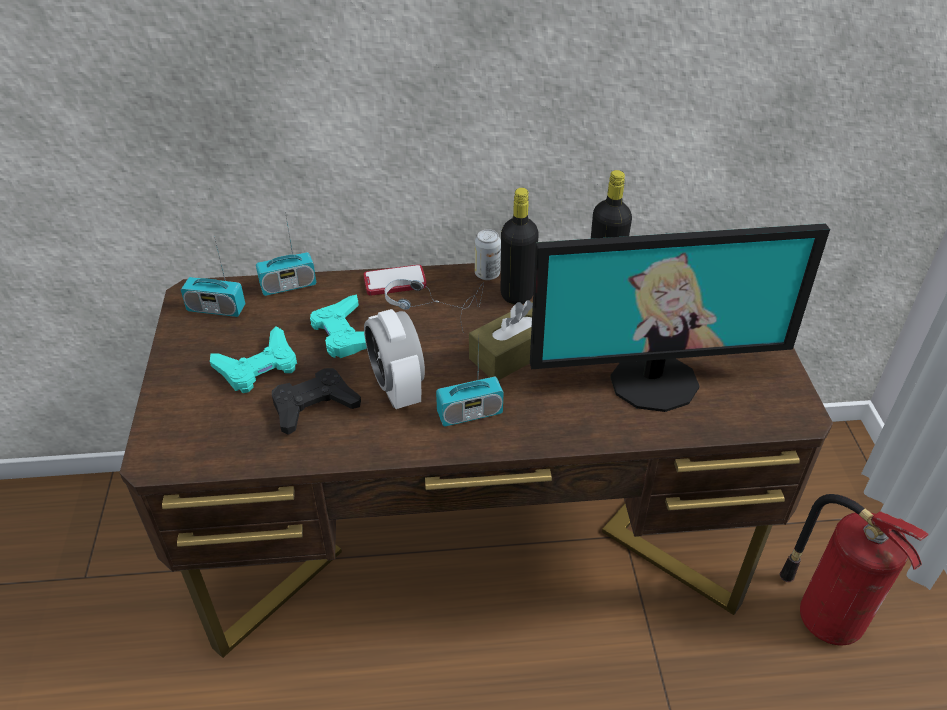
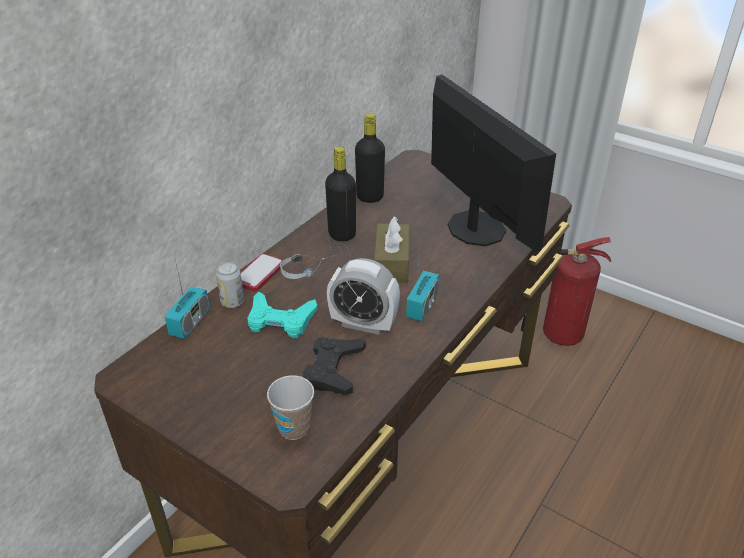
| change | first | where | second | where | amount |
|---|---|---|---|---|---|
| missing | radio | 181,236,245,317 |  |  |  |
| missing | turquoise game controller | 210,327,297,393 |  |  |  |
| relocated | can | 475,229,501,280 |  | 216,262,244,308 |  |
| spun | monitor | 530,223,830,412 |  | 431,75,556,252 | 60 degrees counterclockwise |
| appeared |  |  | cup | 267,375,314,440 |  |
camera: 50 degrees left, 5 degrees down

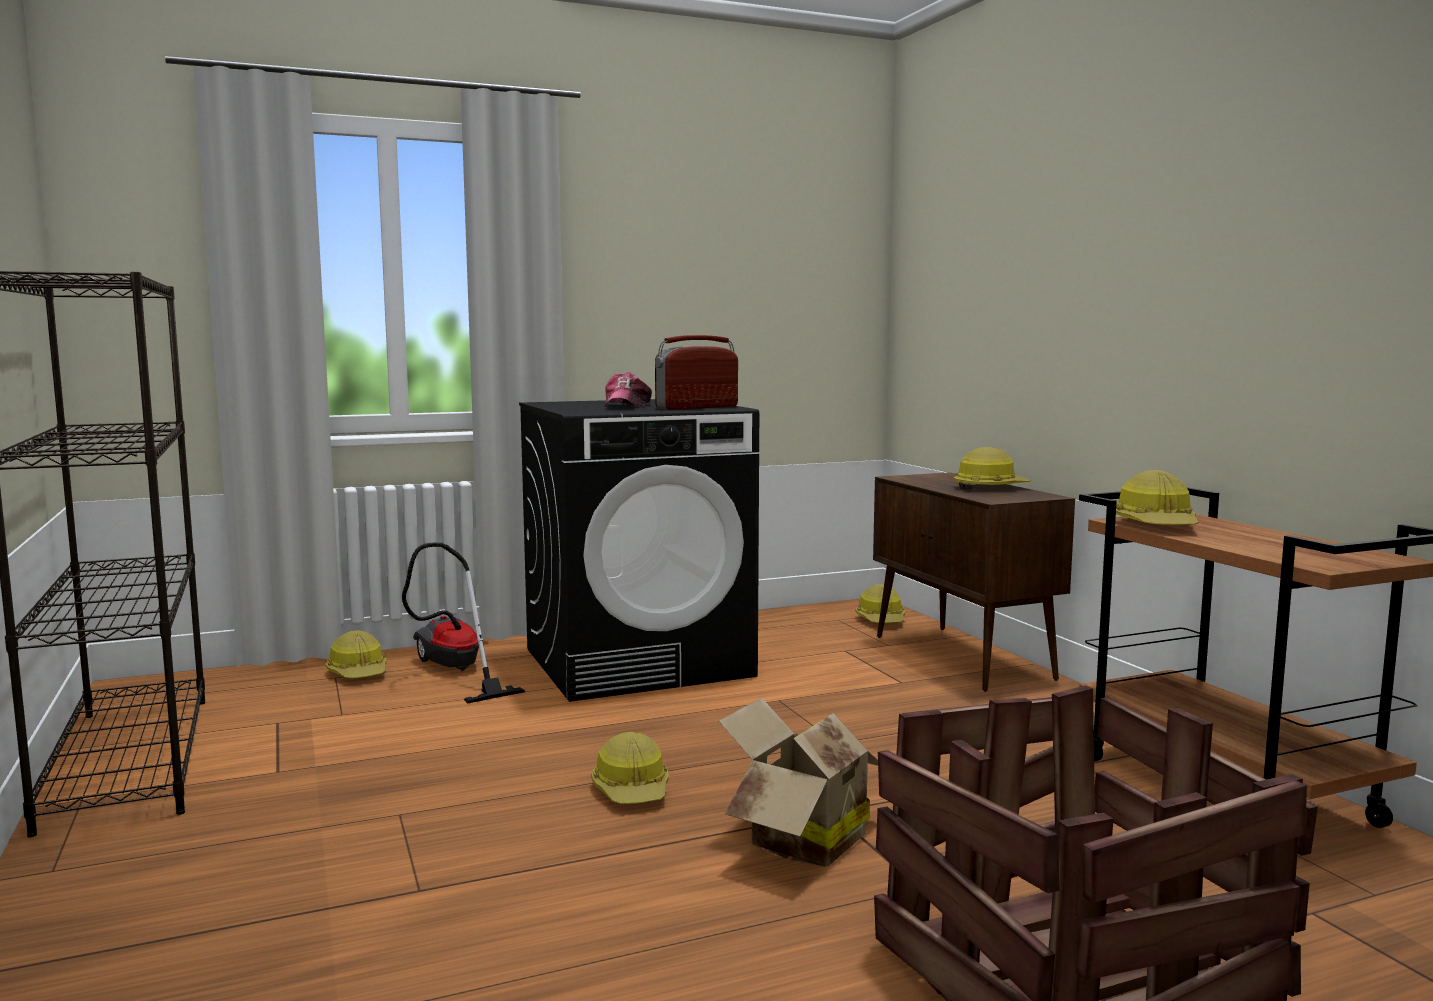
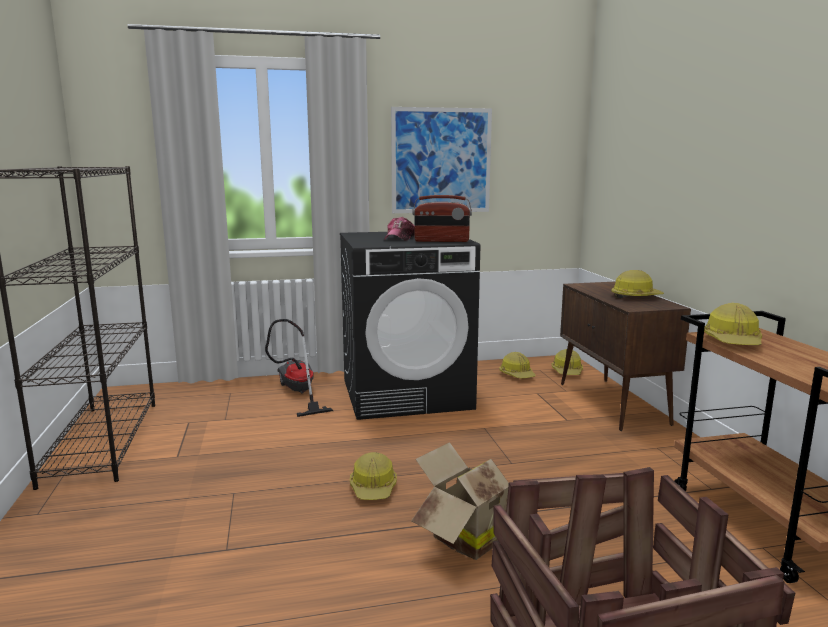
| change | first | where | second | where | amount |
|---|---|---|---|---|---|
| relocated | hard hat | 325,630,387,678 |  | 499,352,536,378 |  |
| spun | radio | 655,335,738,410 |  | 413,195,472,242 | 150 degrees counterclockwise |
| appeared |  |  | picture | 391,107,492,213 |  |
camera: 10 degrees right, 5 degrees up

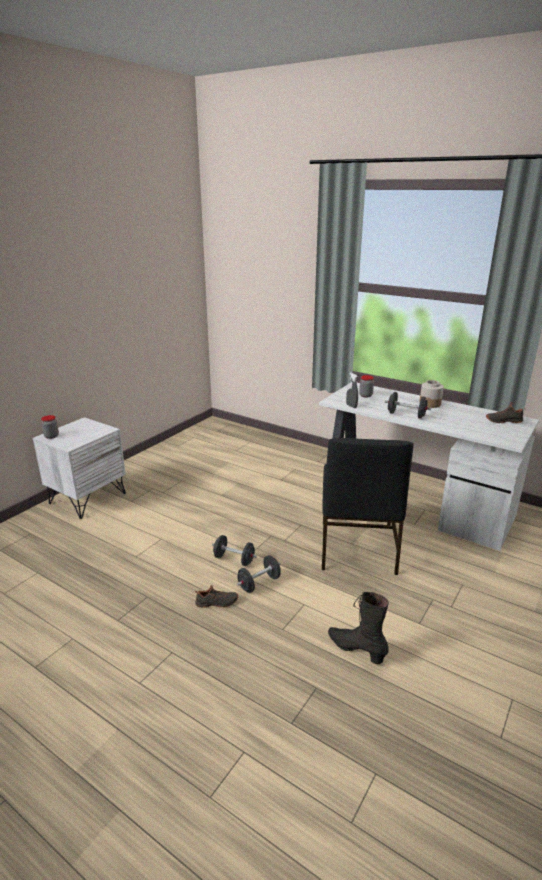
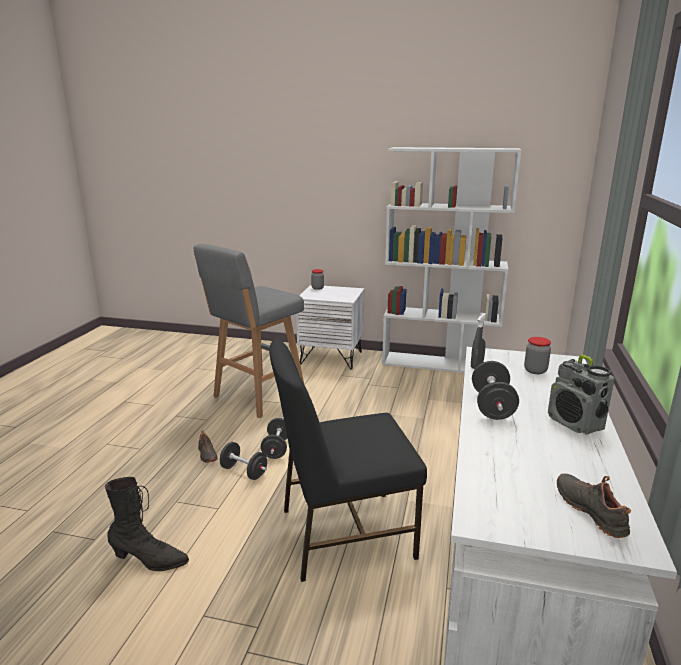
| change | first | where | second | where | amount |
|---|---|---|---|---|---|
| spun | black boot | 328,592,389,665 |  | 105,477,189,571 | 75 degrees clockwise |
| exchanged | jar | 419,380,444,408 | radio | 548,355,614,435 |  |
| appeared |  |  | grey stool | 194,244,304,418 |  |
| appeared |  |  | white bookcase | 382,147,521,373 |  |
camera: 70 degrees right, 5 degrees down

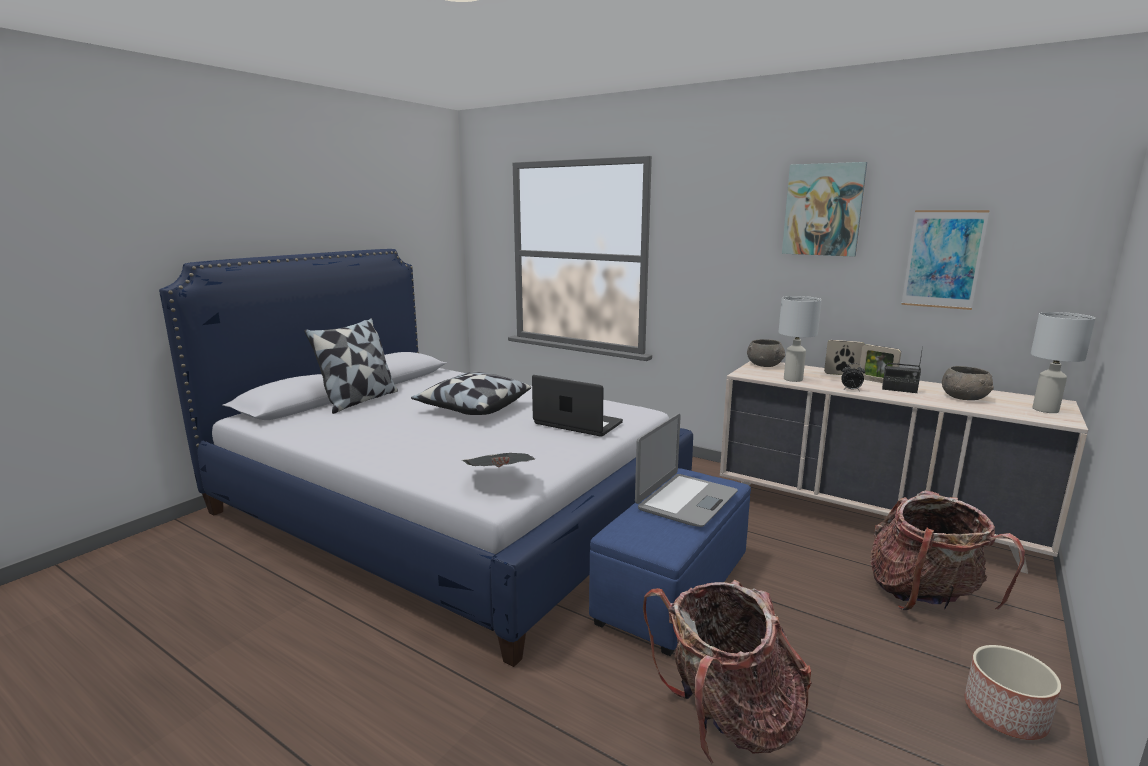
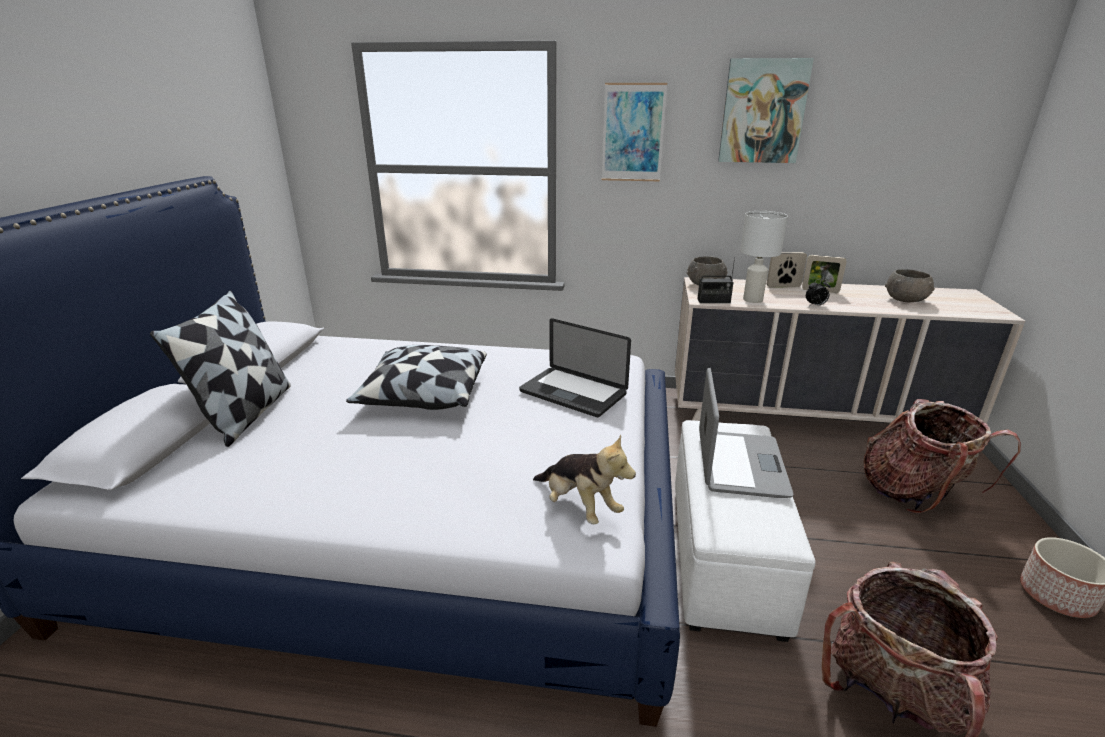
| change | first | where | second | where | amount |
|---|---|---|---|---|---|
| exchanged | newspaper | 463,453,535,467 | plush toy | 533,435,636,524 |  |
| spun | laptop | 532,375,623,437 |  | 519,318,631,417 | 150 degrees counterclockwise |
| colour | blue ottoman | 589,468,751,656 | white ottoman | 675,420,815,642 |  |
| relocated | radio | 882,346,923,393 |  | 697,257,735,303 |  |
| relocated | picture | 901,210,990,310 |  | 602,83,667,181 |  |
| missing | white table lamp | 1031,312,1095,413 |  |  |  |
camera: 25 degrees left, 10 degrees up

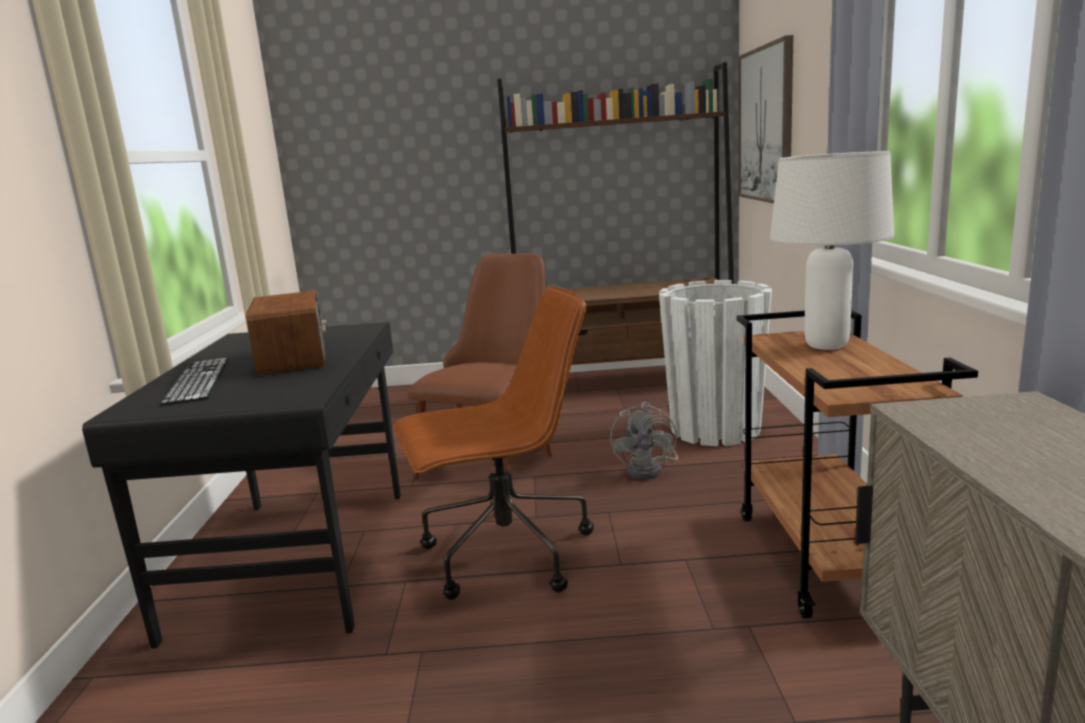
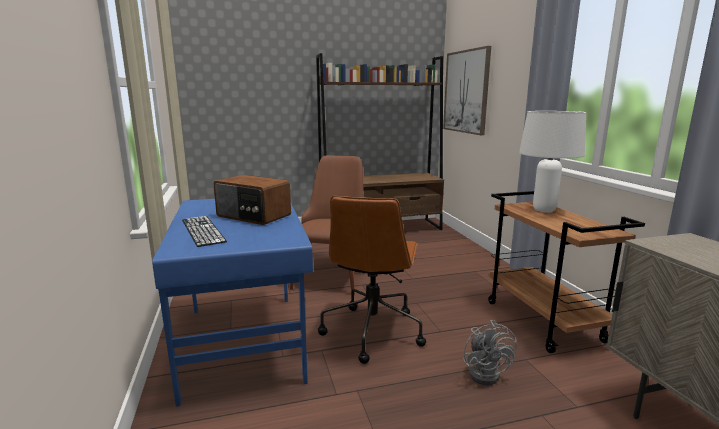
| change | first | where | second | where | amount |
|---|---|---|---|---|---|
| colour | black desk | 82,322,401,649 | blue desk | 152,199,313,407 |  |
| spun | radio | 246,291,327,375 |  | 214,175,291,225 | 150 degrees clockwise |
| spun | brown office chair | 393,286,594,600 |  | 318,196,426,364 | 135 degrees clockwise |
| relocated | grey fan | 610,402,678,479 |  | 463,320,517,385 |  |
| missing | white planter | 659,280,772,446 |  |  |  |
camera: 15 degrees left, 0 degrees up

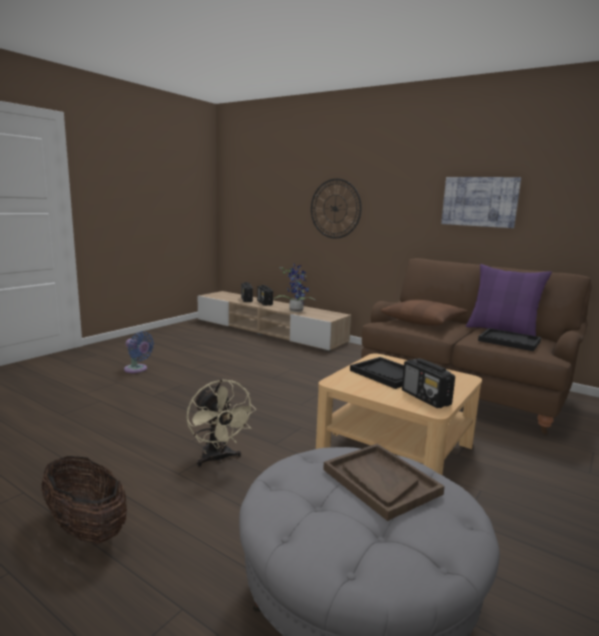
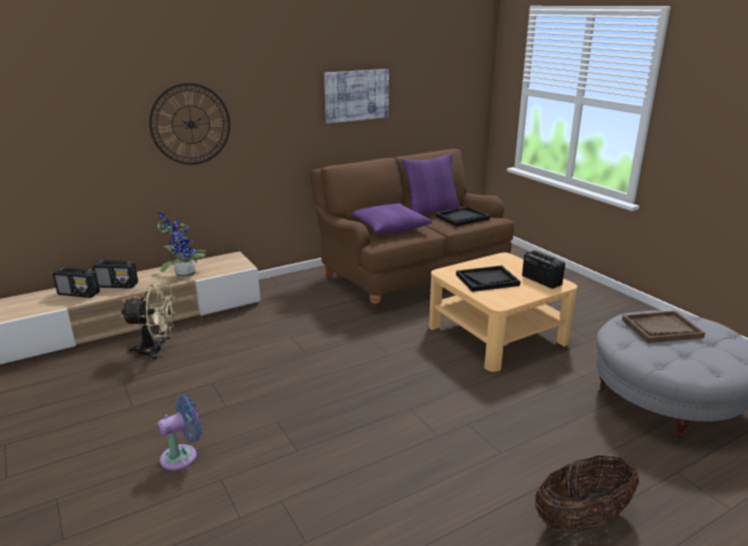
| change | first | where | second | where | amount |
|---|---|---|---|---|---|
| relocated | beige fan | 187,379,256,467 |  | 121,283,175,360 |  |
| colour | brown pillow | 381,299,468,326 | purple pillow | 352,203,432,234 |  |
| spun | radio | 402,358,455,408 |  | 522,250,565,289 | 120 degrees counterclockwise |
camera: 65 degrees left, 10 degrees up

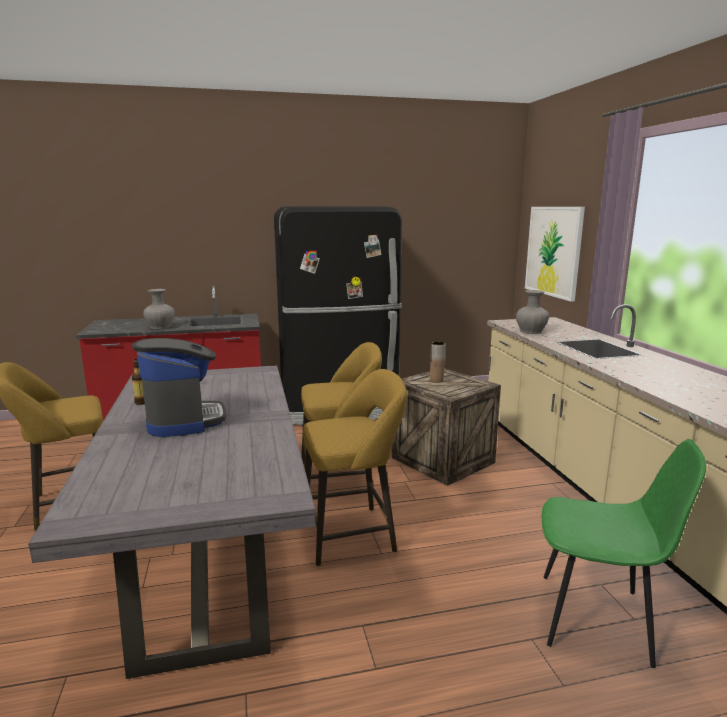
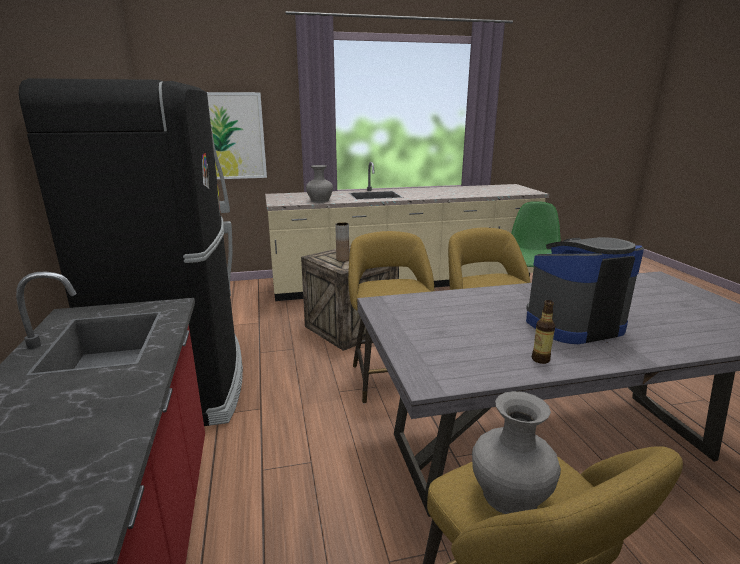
| change | first | where | second | where | amount |
|---|---|---|---|---|---|
| relocated | grey vase | 143,289,175,329 |  | 472,391,561,514 |  |
camera: 90 degrees left, 5 degrees up

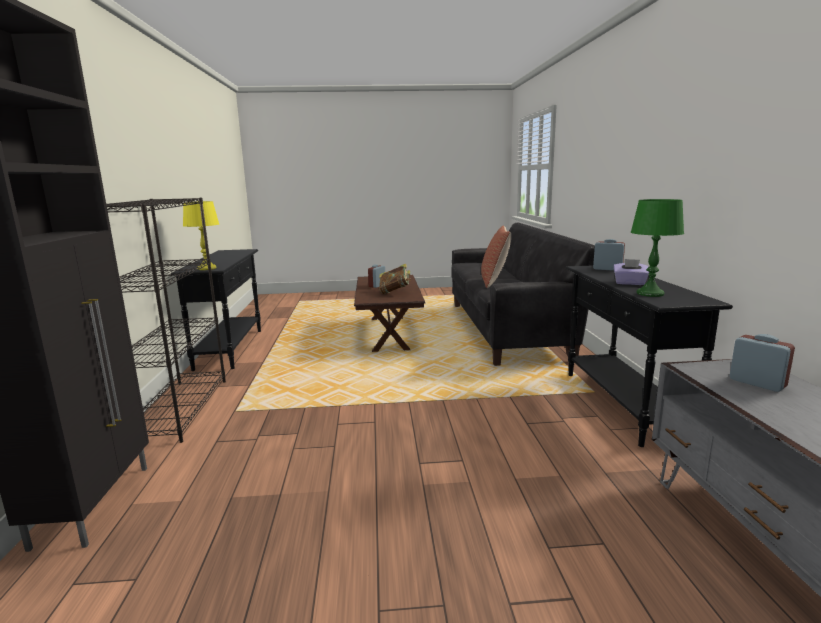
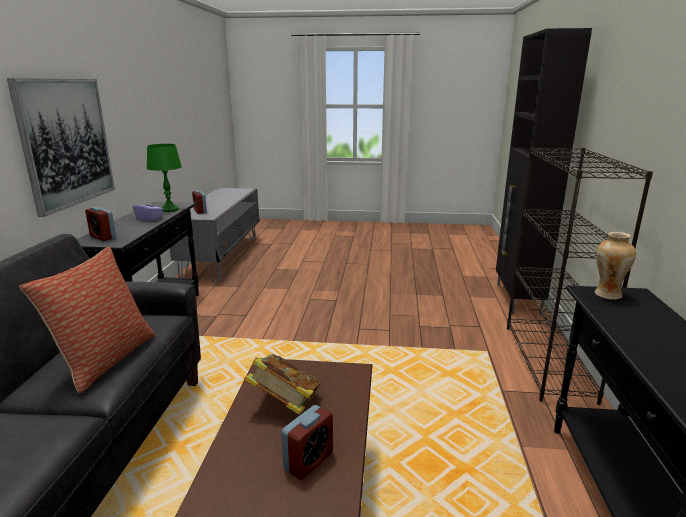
| change | first | where | second | where | amount |
|---|---|---|---|---|---|
| exchanged | yellow table lamp | 183,201,219,270 | vase | 594,232,636,300 |  |
| appeared |  |  | picture | 7,78,115,217 |  |
camera: 170 degrees left, 5 degrees up

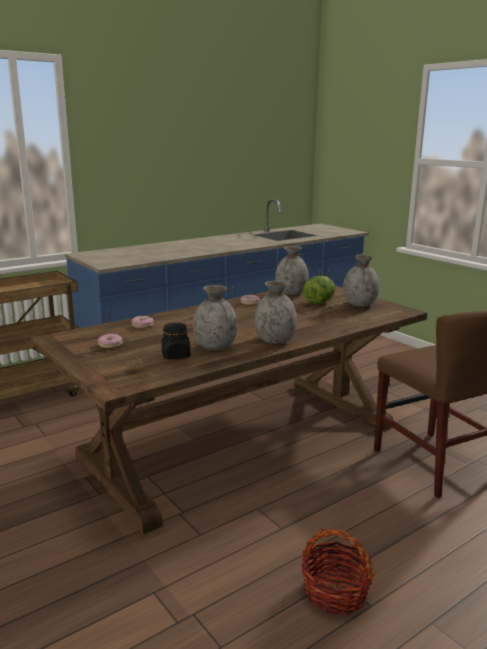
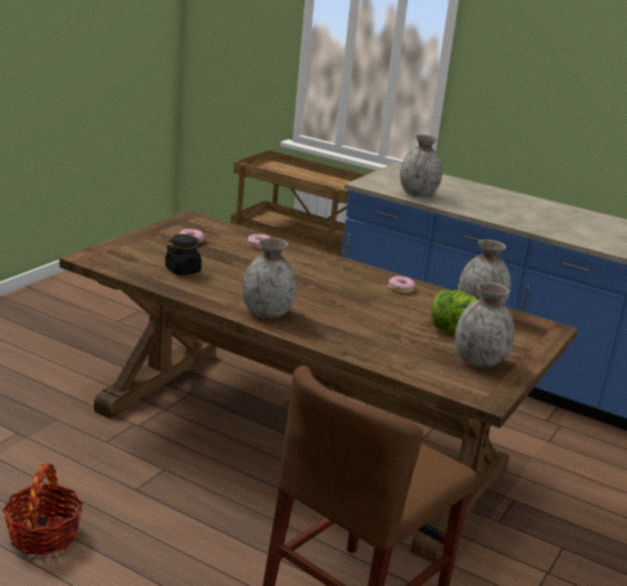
| change | first | where | second | where | amount |
|---|---|---|---|---|---|
| relocated | grey vase | 193,285,237,350 |  | 400,134,443,197 |  |
camera: 65 degrees right, 5 degrees up

